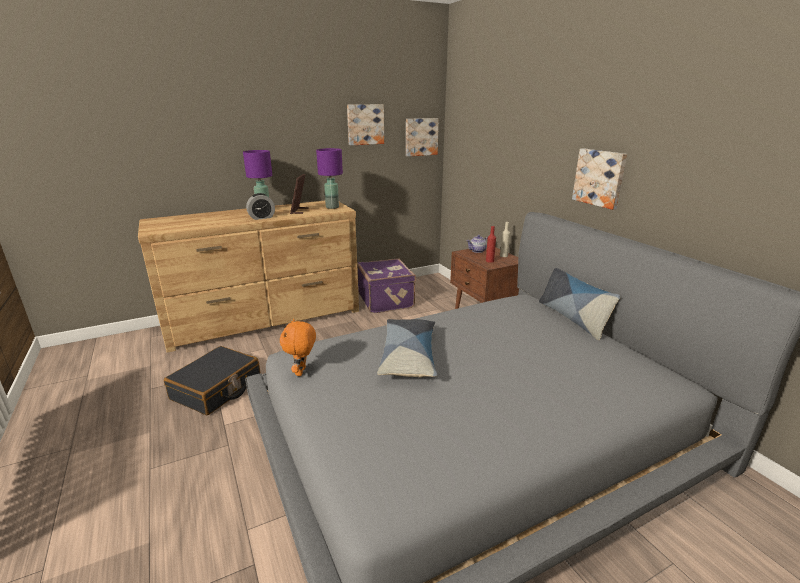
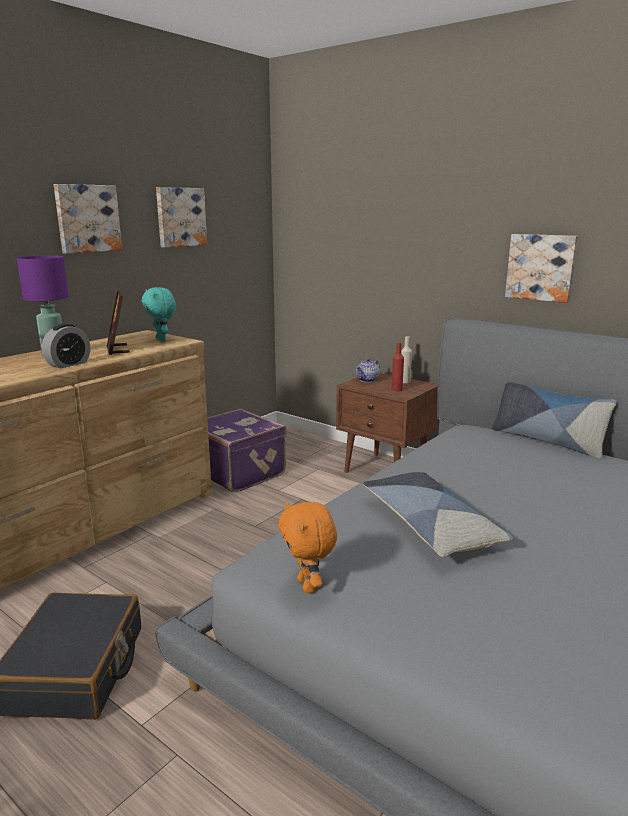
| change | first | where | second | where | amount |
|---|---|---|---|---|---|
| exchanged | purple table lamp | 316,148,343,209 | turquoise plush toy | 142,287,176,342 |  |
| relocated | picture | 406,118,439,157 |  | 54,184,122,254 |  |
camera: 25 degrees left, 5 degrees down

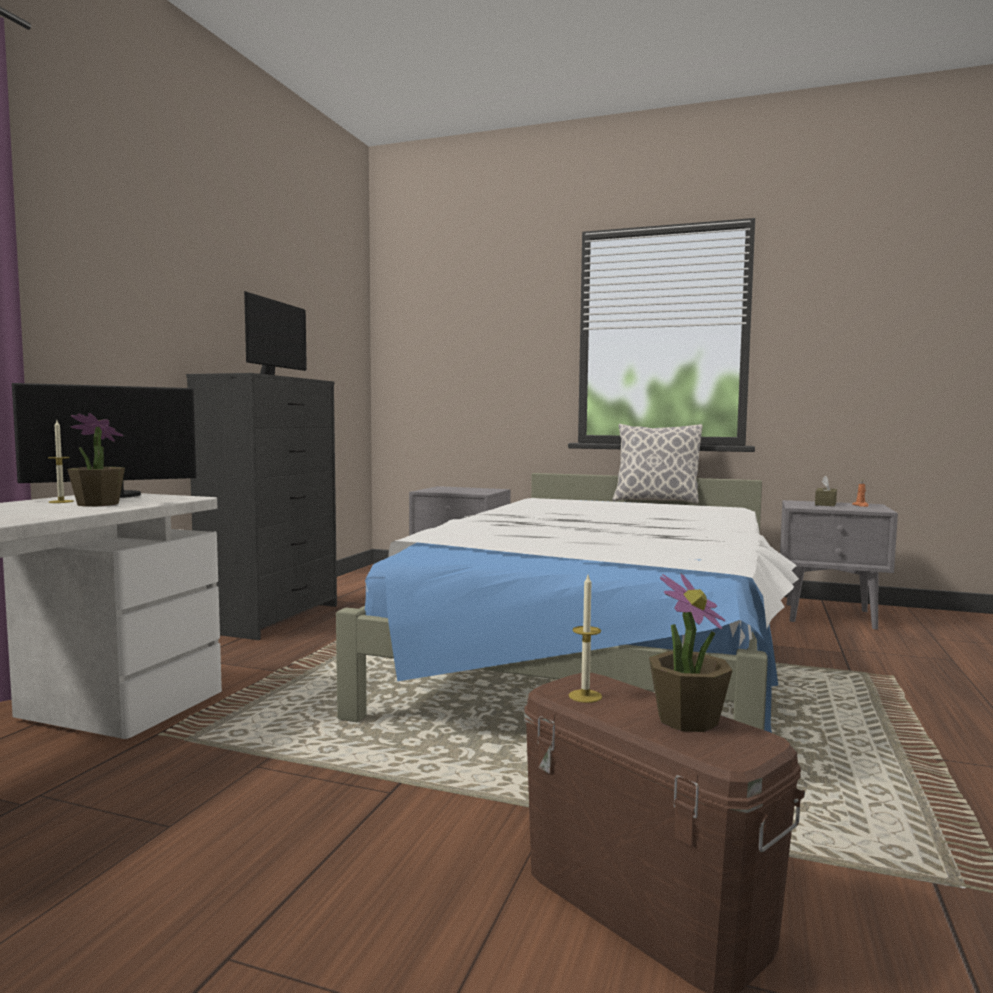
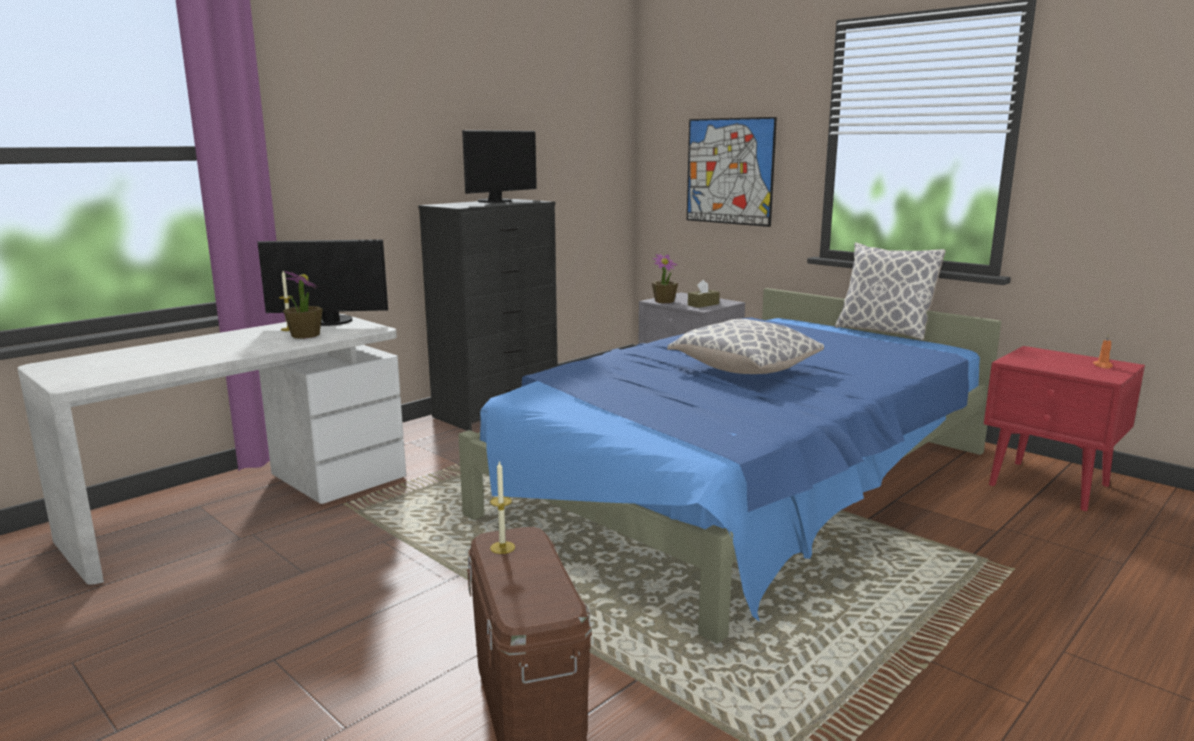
| change | first | where | second | where | amount |
|---|---|---|---|---|---|
| colour | white bed | 336,473,799,733 | blue bed | 458,288,1001,644 |  |
| relocated | potted plant | 649,574,733,732 |  | 652,254,678,303 |  |
| colour | grey nightstand | 780,500,898,630 | red nightstand | 984,346,1145,511 |  |
| relocated | brown tissue box | 815,476,837,506 |  | 688,280,720,308 |  |
| appeared |  |  | pillow | 667,319,824,374 |  |
| appeared |  |  | picture | 687,117,777,227 |  |
camera: 25 degrees right, 10 degrees up

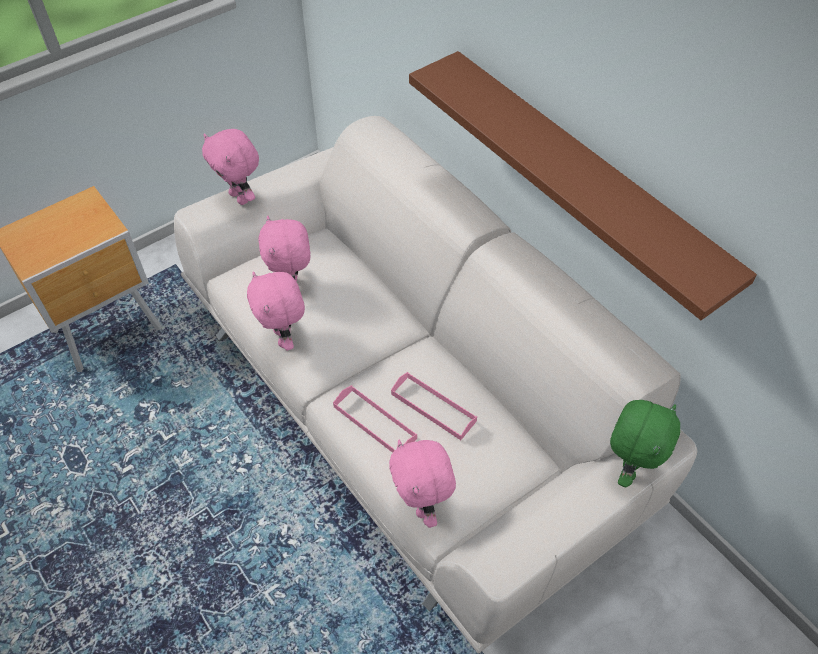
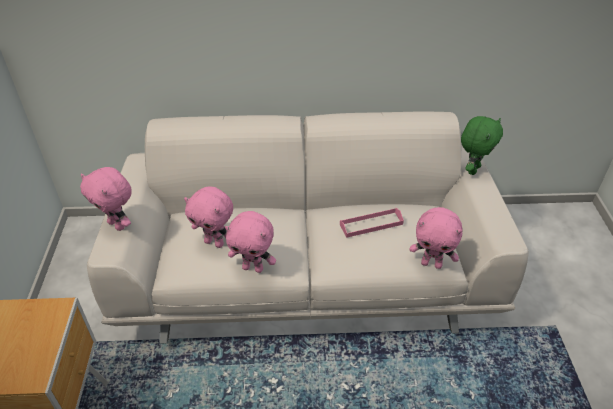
| change | first | where | second | where | amount |
|---|---|---|---|---|---|
| spun | pink plush toy | 202,129,259,205 |  | 80,167,132,231 | 45 degrees clockwise |
| missing | pink tray | 333,385,417,453 |  |  |  |
| missing | brown shelf | 409,51,757,320 |  |  |  |
| spun | green plush toy | 610,400,680,487 |  | 461,116,503,175 | 60 degrees clockwise |
camera: 55 degrees left, 10 degrees down

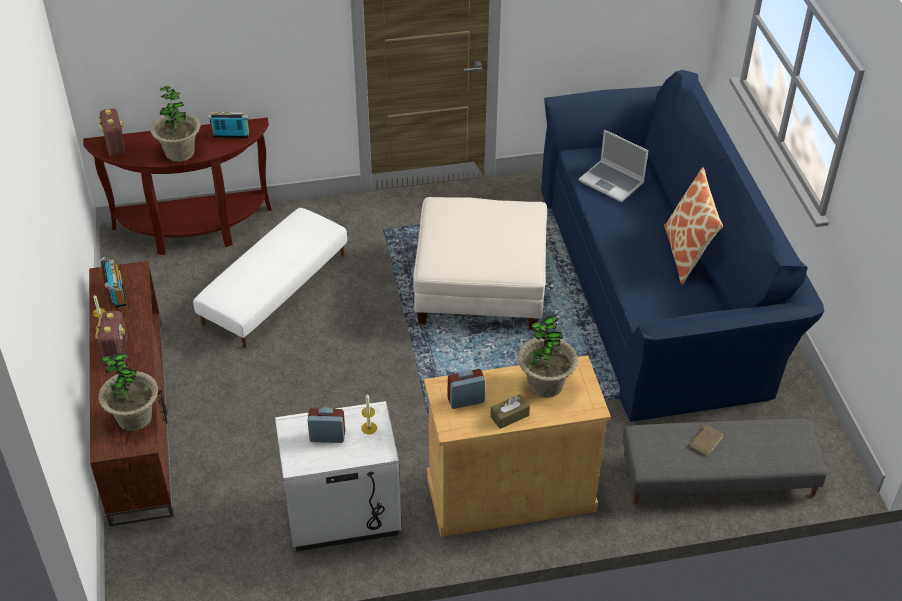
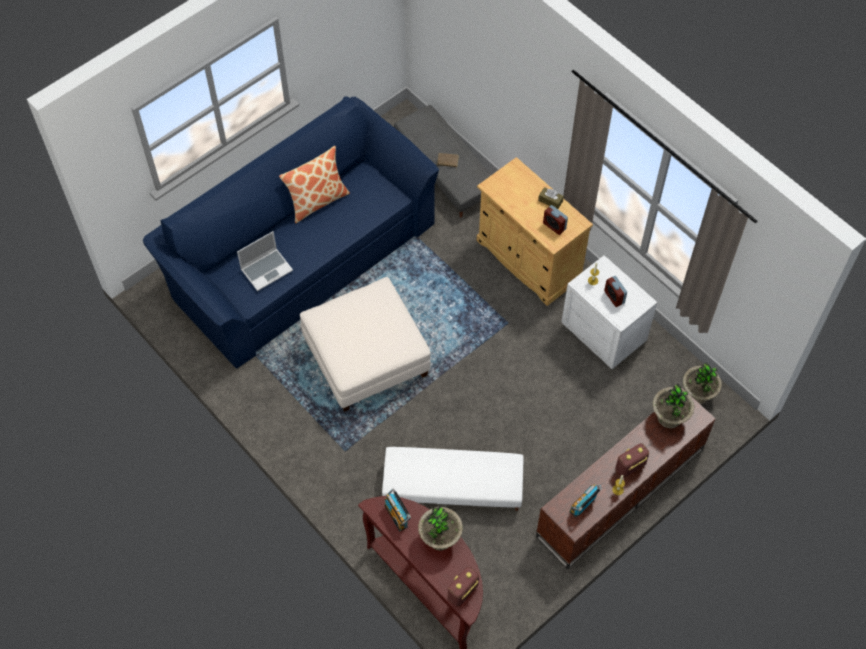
| change | first | where | second | where | amount |
|---|---|---|---|---|---|
| relocated | potted plant | 518,314,578,398 |  | 683,362,722,404 |  |
| spun | laptop | 579,130,648,202 |  | 237,231,293,291 | 45 degrees clockwise |
camera: 120 degrees left, 15 degrees up

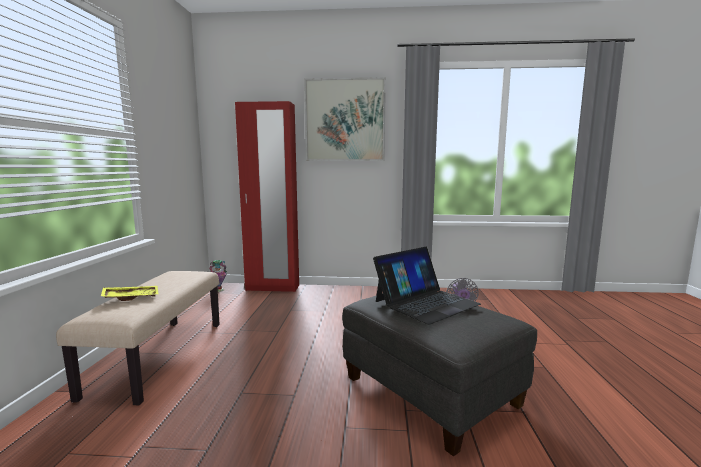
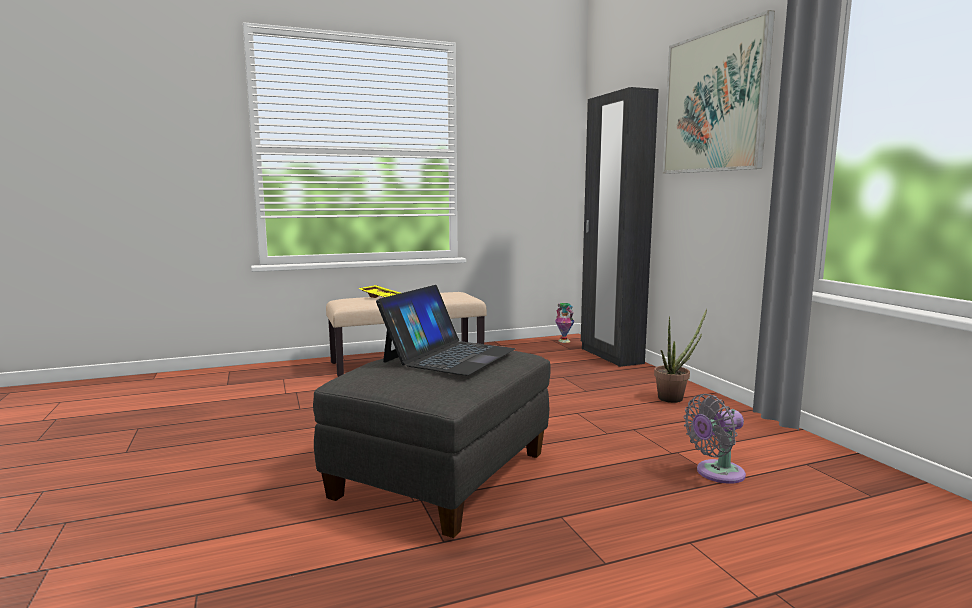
| change | first | where | second | where | amount |
|---|---|---|---|---|---|
| colour | red wardrobe | 235,101,299,292 | black wardrobe | 581,87,659,367 |  |
| spun | laptop | 373,247,481,324 |  | 376,285,515,376 | 90 degrees counterclockwise |
| appeared |  |  | potted plant | 654,309,707,403 |  |
camera: 65 degrees right, 0 degrees up

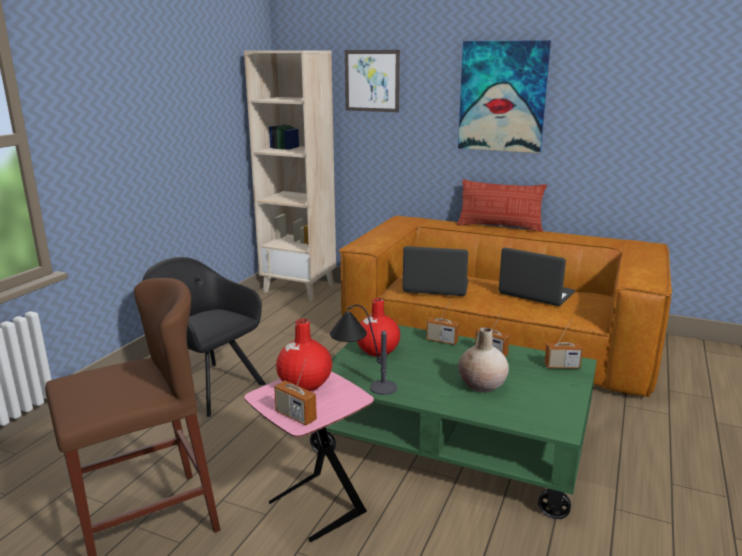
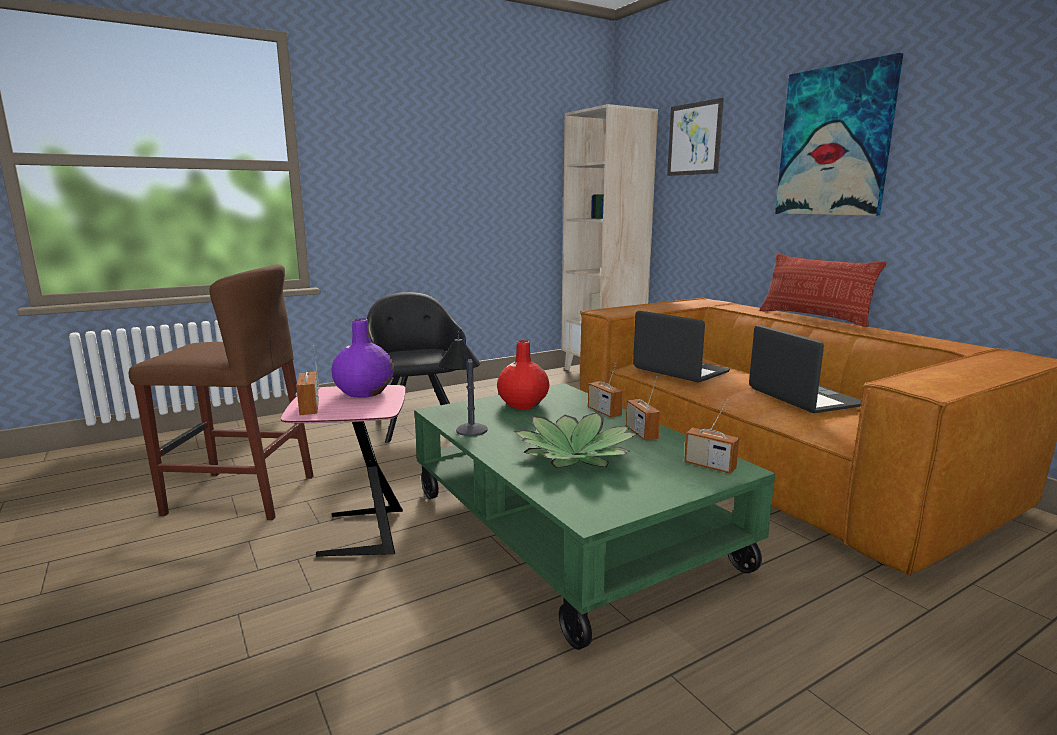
| change | first | where | second | where | amount |
|---|---|---|---|---|---|
| colour | red vase | 276,319,332,391 | purple vase | 331,318,394,398 |  |
| exchanged | beige vase | 458,327,509,392 | potted plant | 514,412,639,468 |  |
camera: 35 degrees right, 5 degrees down

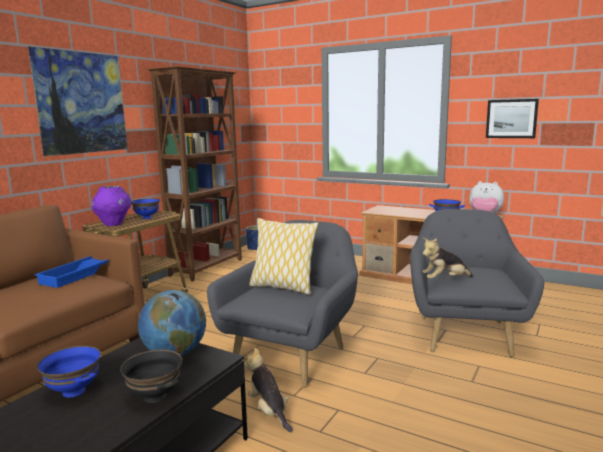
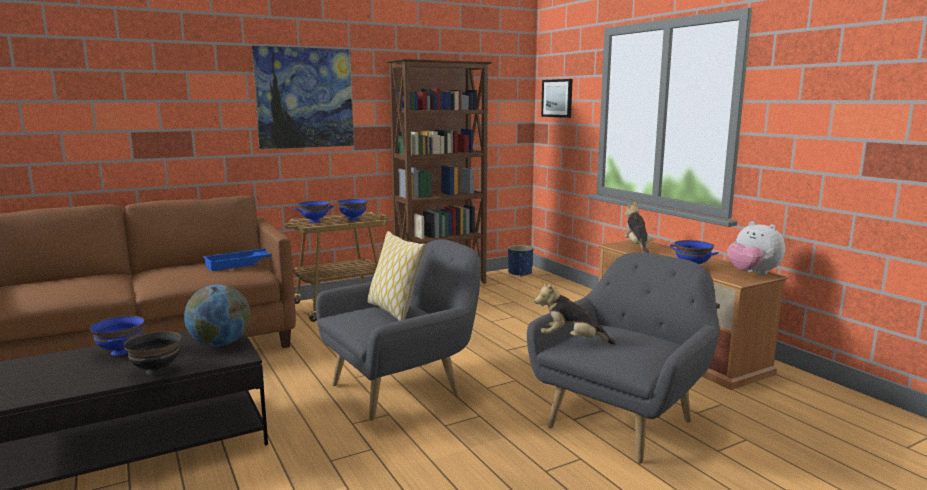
| change | first | where | second | where | amount |
|---|---|---|---|---|---|
| exchanged | purple vase | 91,186,131,226 | blue bowl | 294,201,334,223 |  |
| relocated | plush toy | 244,348,293,432 |  | 624,202,653,253 |  |
| relocated | picture | 486,99,539,138 |  | 541,79,573,118 |  |
camera: 30 degrees right, 0 degrees up

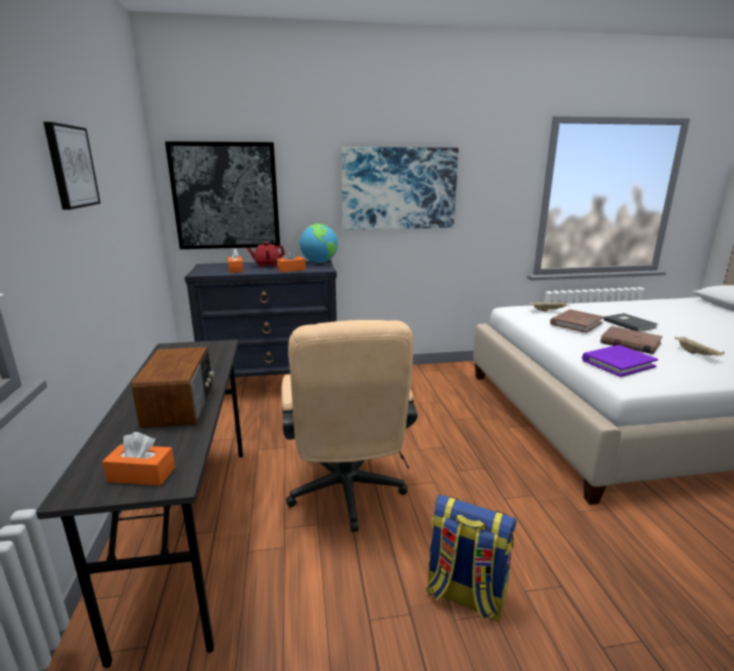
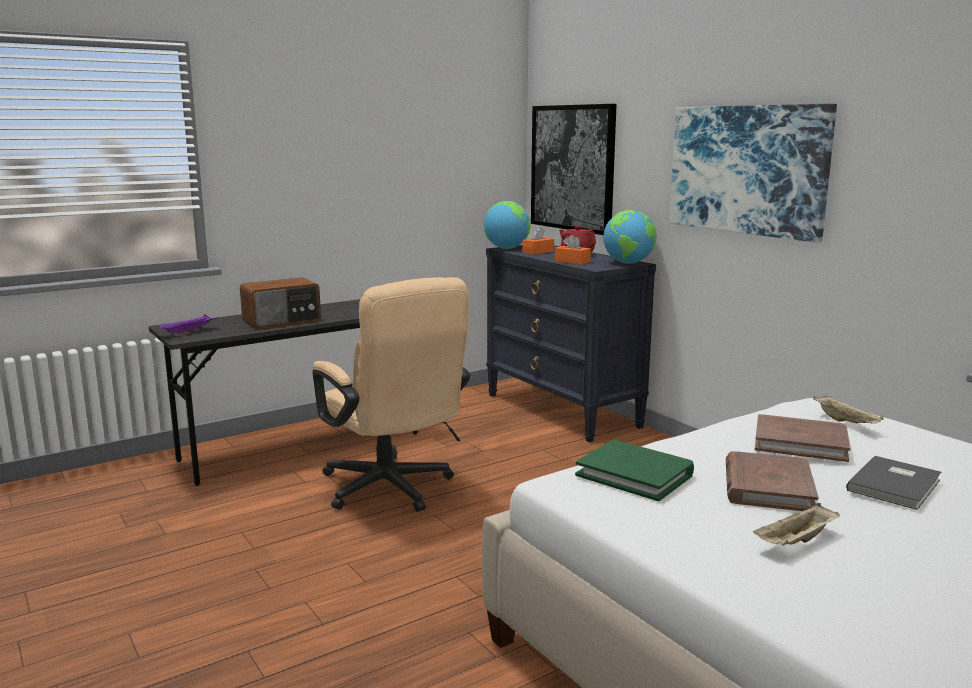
| change | first | where | second | where | amount |
|---|---|---|---|---|---|
| missing | picture | 43,122,101,210 |  |  |  |
| exchanged | orange tissue box | 102,432,175,486 | purple tray | 158,314,218,334 |  |
| spun | beige office chair | 281,320,417,532 |  | 312,277,470,512 | 90 degrees counterclockwise |
| missing | backpack | 426,495,517,622 |  |  |  |
| colour | purple book | 582,345,658,377 | green book | 575,440,694,501 |  |
| appeared |  |  | globe | 484,201,531,249 |  |
camera: 65 degrees right, 5 degrees down

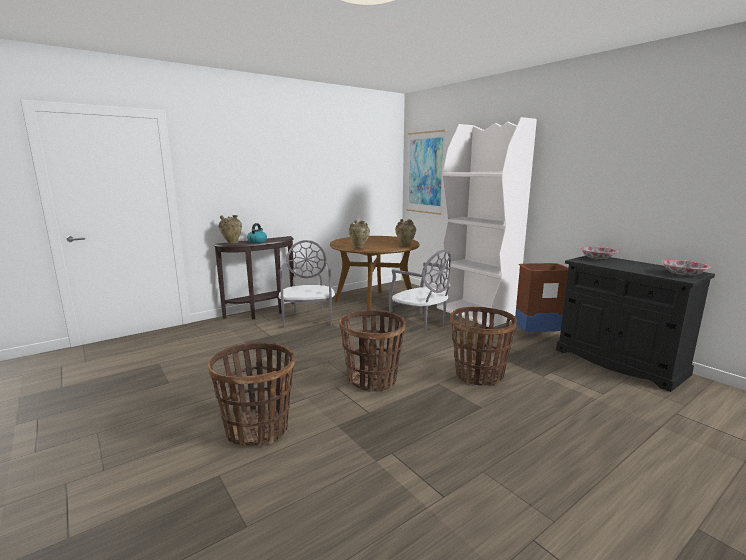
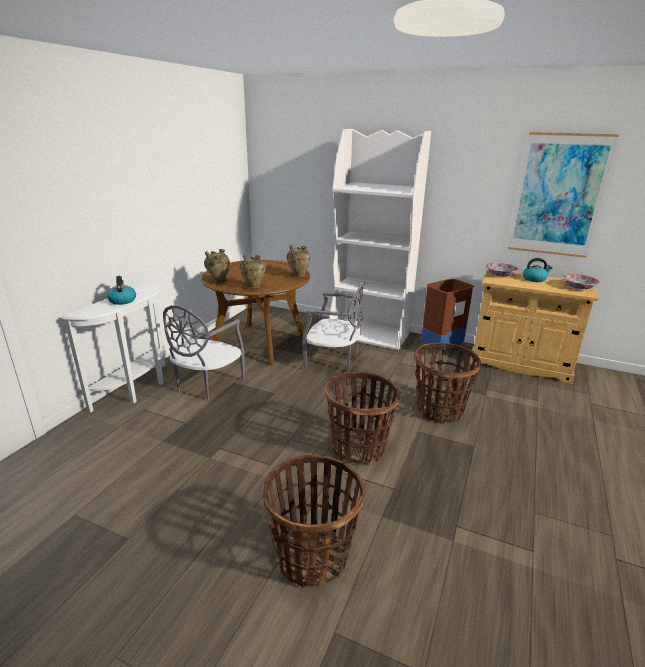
| change | first | where | second | where | amount |
|---|---|---|---|---|---|
| colour | brown console table | 213,236,294,320 | white console table | 62,281,165,413 |  |
| relocated | beige vase | 218,215,242,244 |  | 204,249,230,283 |  |
| spun | grey chair | 279,240,335,328 |  | 163,305,245,400 | 120 degrees counterclockwise |
| relocated | picture | 406,130,446,215 |  | 507,132,619,258 |  |
| colour | black cabinet | 556,256,715,392 | beige cabinet | 470,270,598,384 |  |
| appeared |  |  | kettle | 523,258,552,282 |  |
camera: 30 degrees left, 10 degrees up

